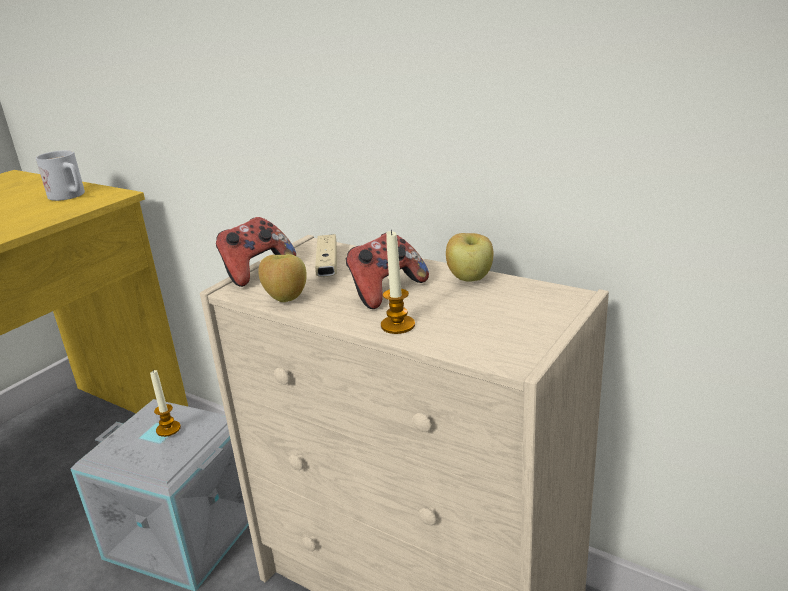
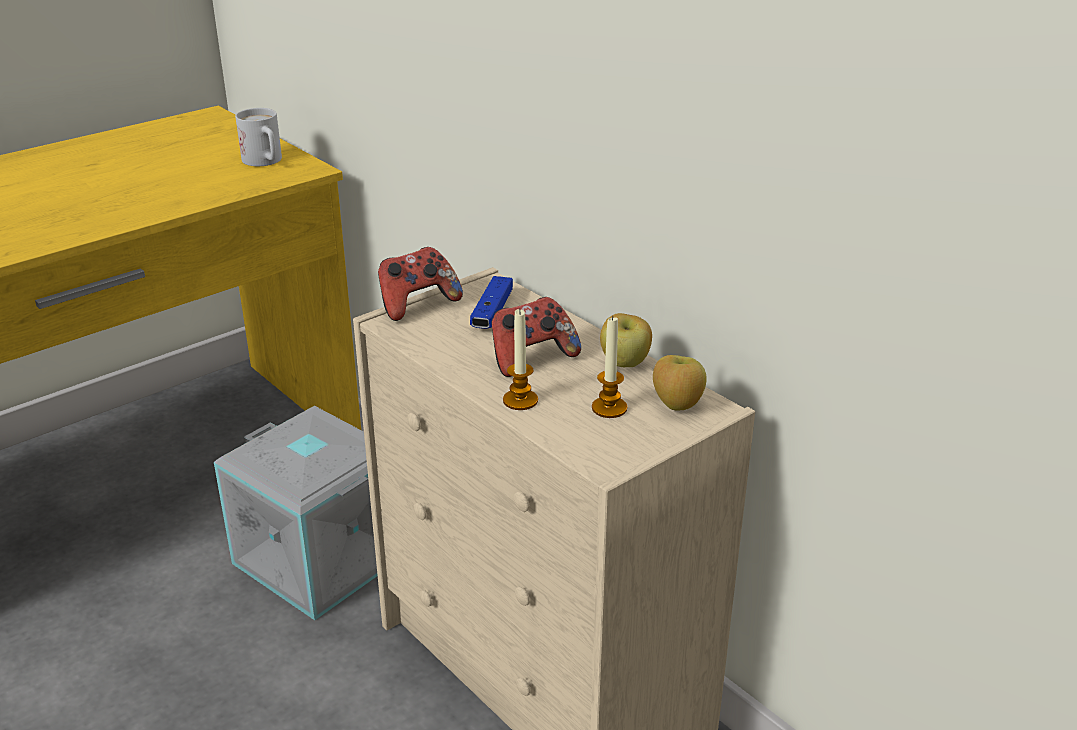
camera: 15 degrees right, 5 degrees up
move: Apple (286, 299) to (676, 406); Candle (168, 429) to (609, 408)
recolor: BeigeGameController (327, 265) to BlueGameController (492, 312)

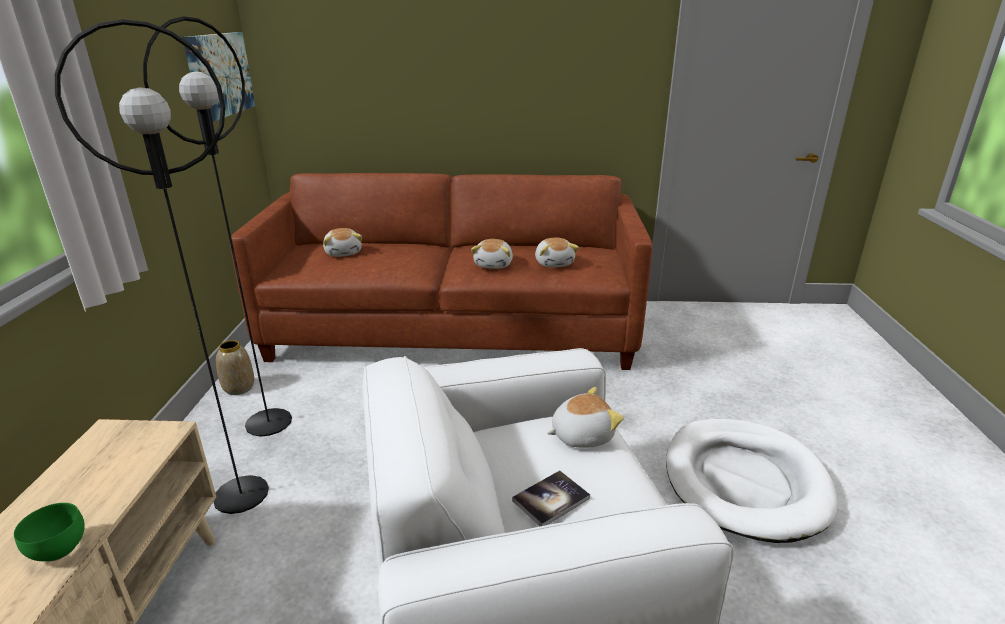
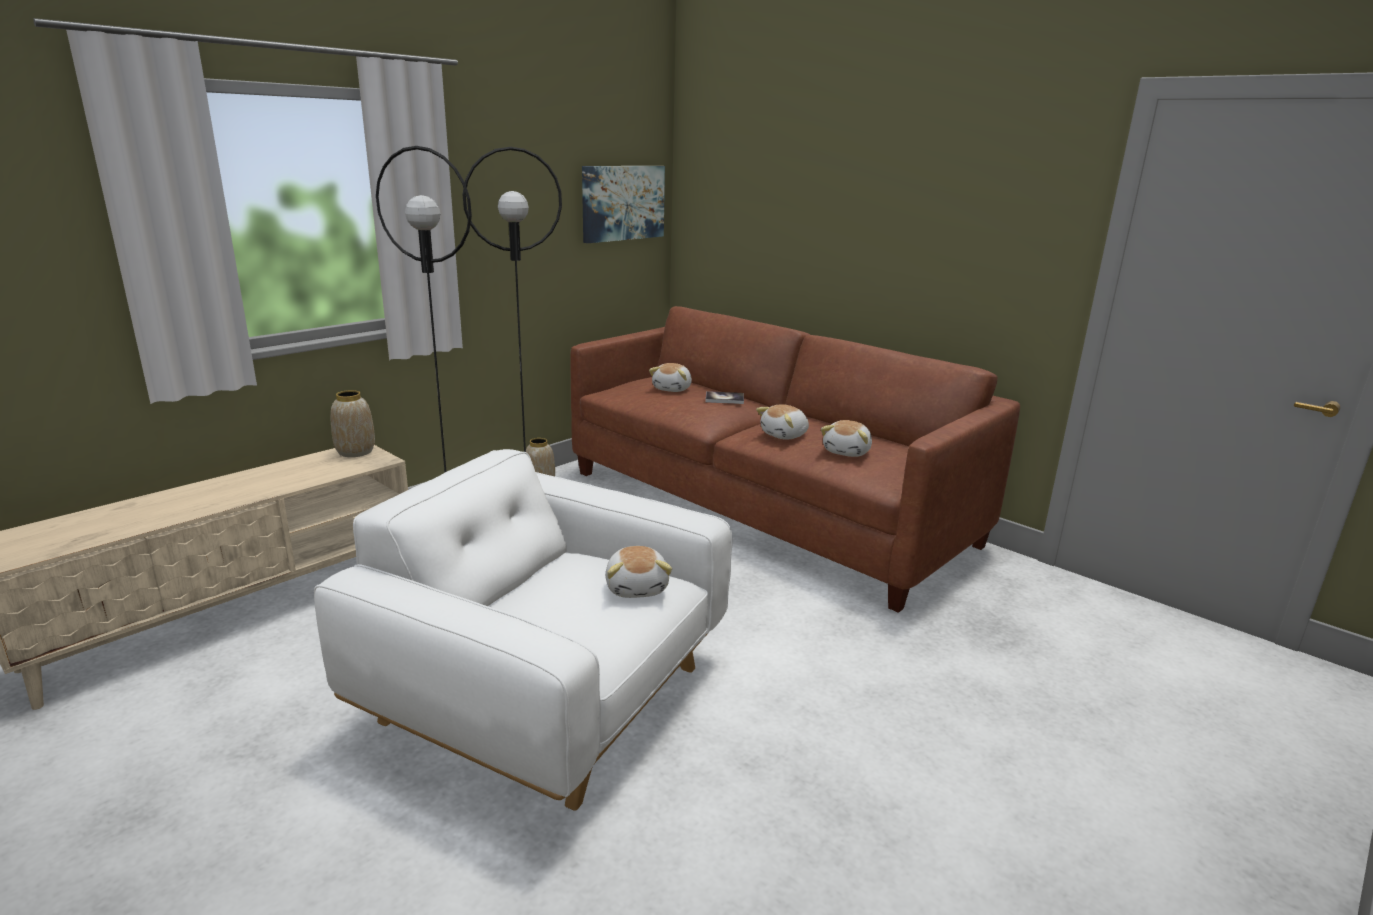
camera: 40 degrees right, 5 degrees down
delete: WhiteDogBed (744, 482); GreenBowl (60, 550)
insert: Vase (355, 451)
move: Book (551, 499) to (724, 399)
rotate: PlushToy (581, 435) = (637, 587) 60 degrees clockwise

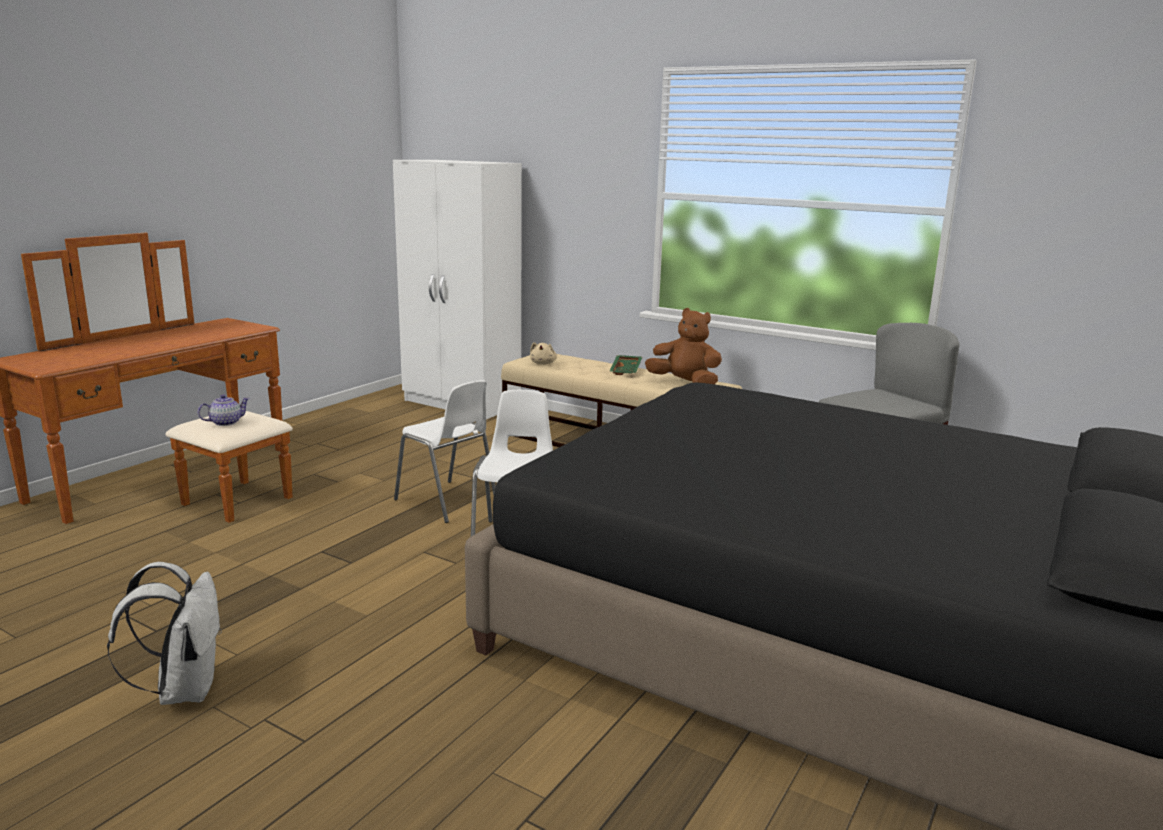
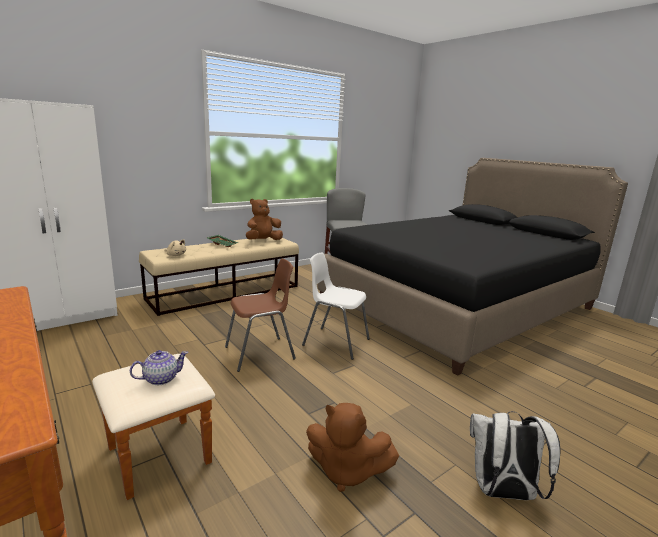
camera: 70 degrees left, 0 degrees up
insert: BrownPlushToy (346, 471)
recolor: WhiteChair (447, 502) to BrownChair (260, 353)
rotate: Teapot (225, 423) = (160, 379) 75 degrees clockwise

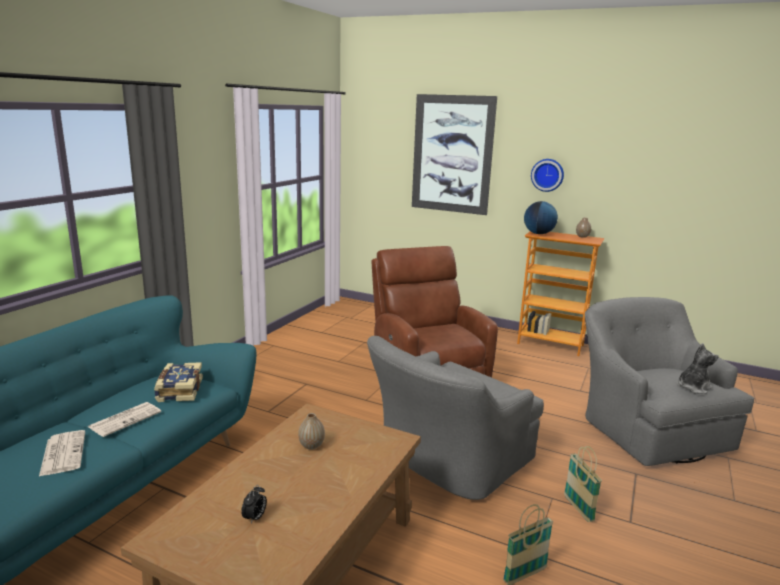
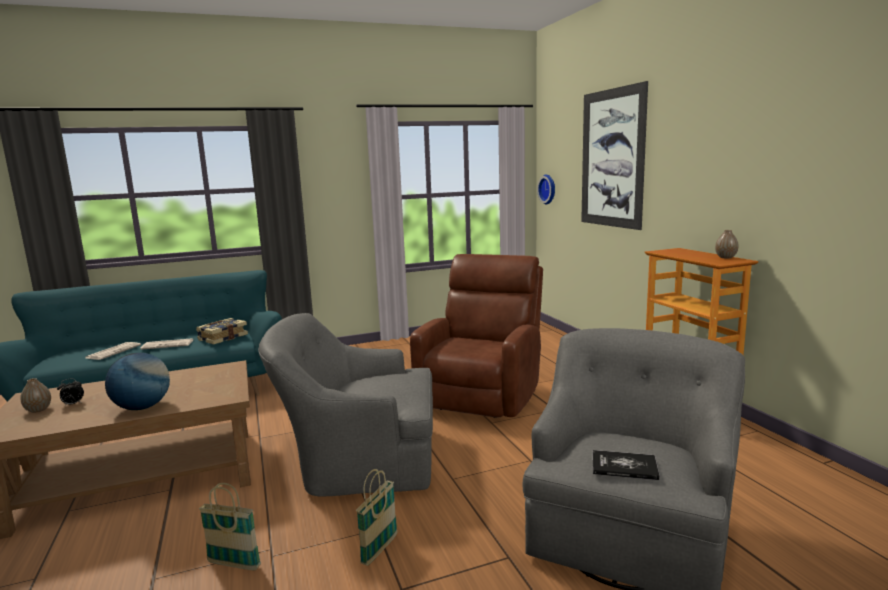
camera: 45 degrees right, 5 degrees down
move: WallClock (547, 175) to (548, 189); Globe (538, 234) to (142, 407); Vase (311, 445) to (38, 410)
replace: PlushToy (692, 387) to Book (624, 466)

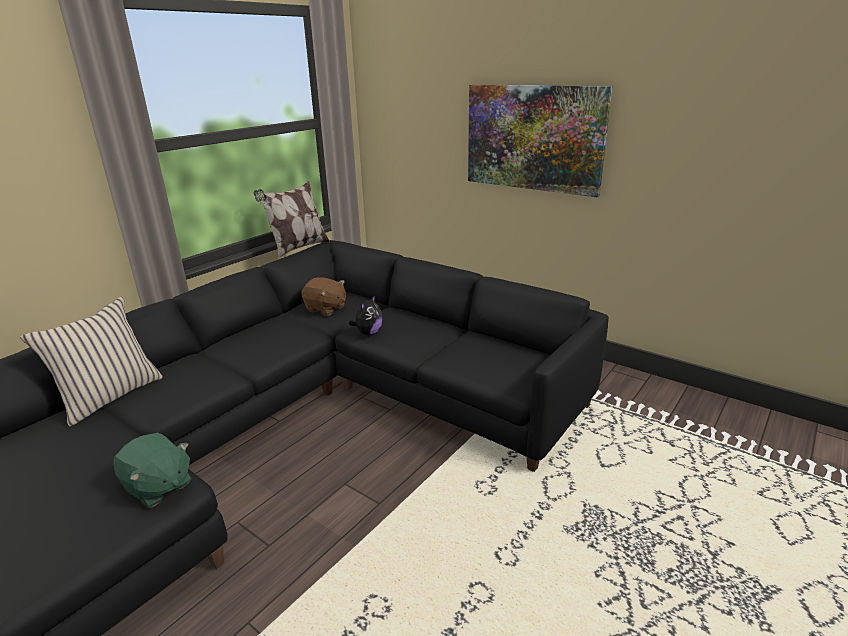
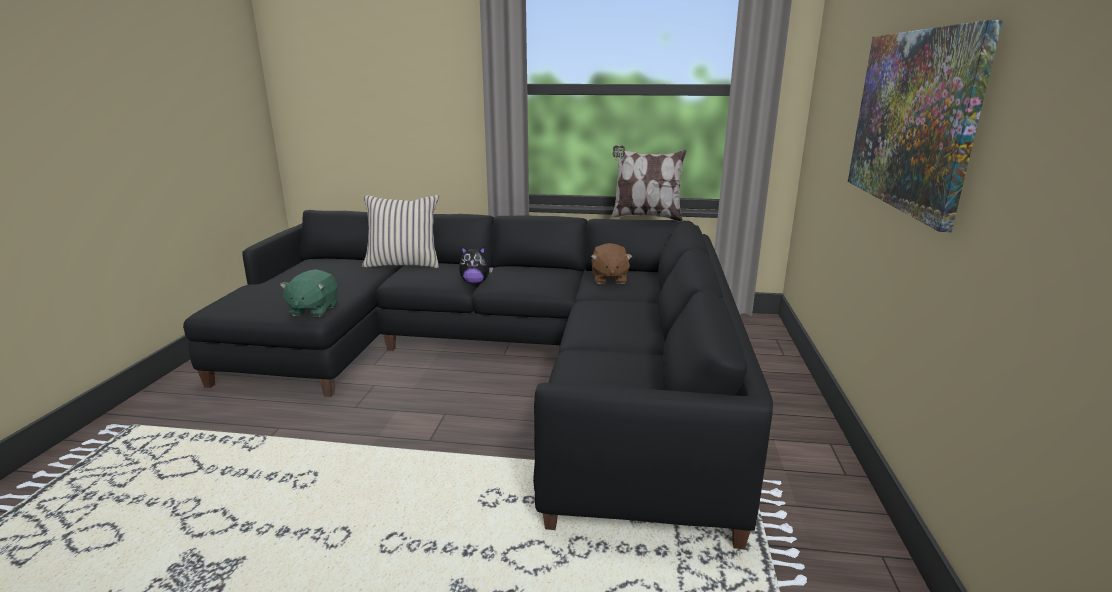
camera: 60 degrees right, 5 degrees down
move: PlushToy (368, 333) to (475, 282)

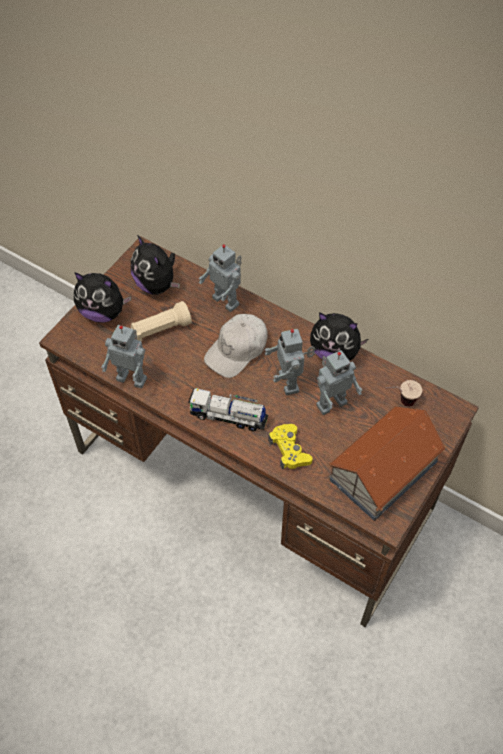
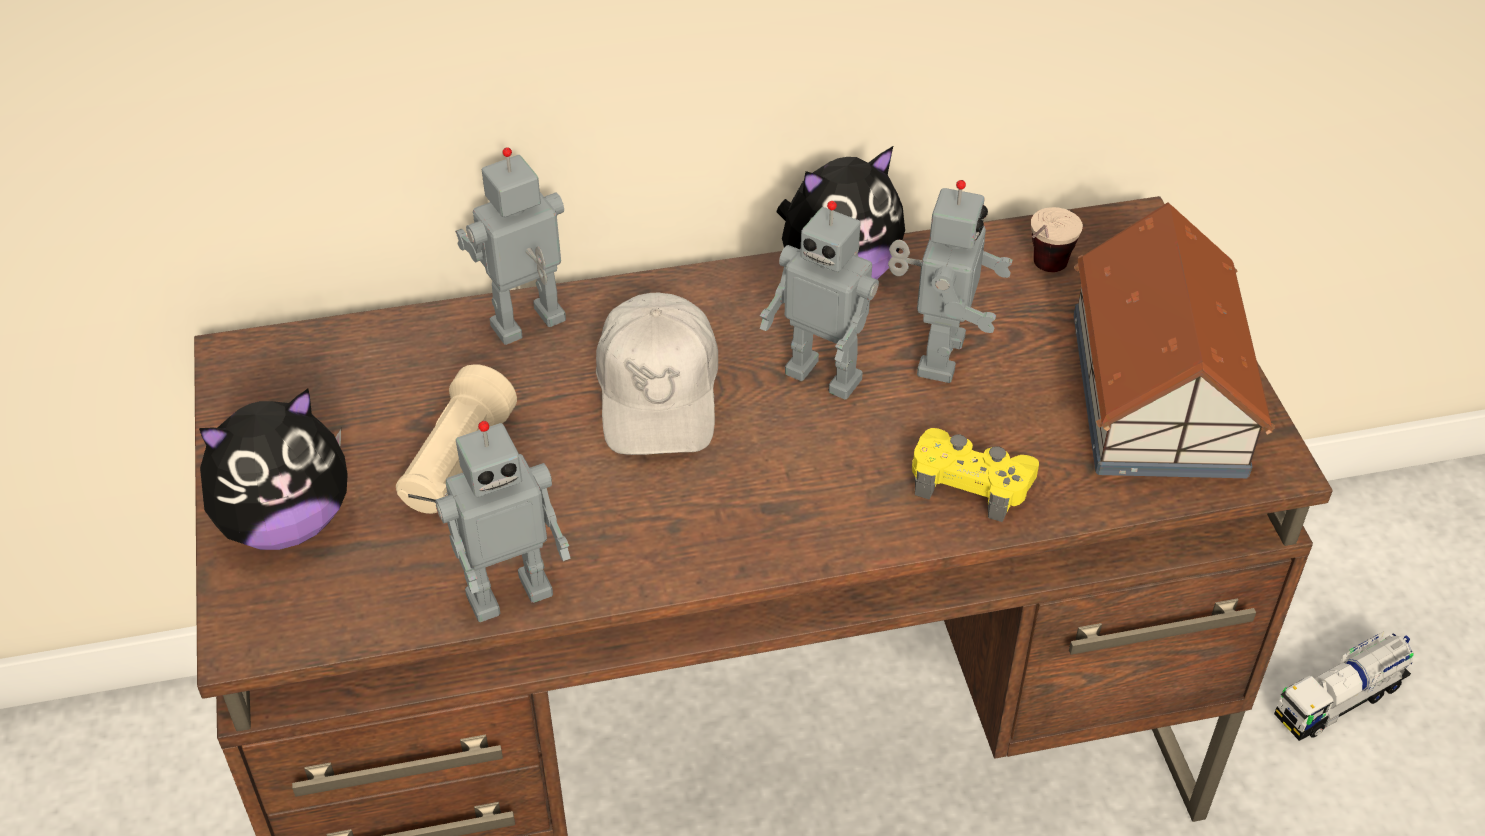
camera: 45 degrees left, 10 degrees down
delete: PlushToy (157, 285)
move: ToyTruck (228, 416) to (1339, 700)
rotate: ToyRobot (227, 300) = (530, 326) 150 degrees clockwise

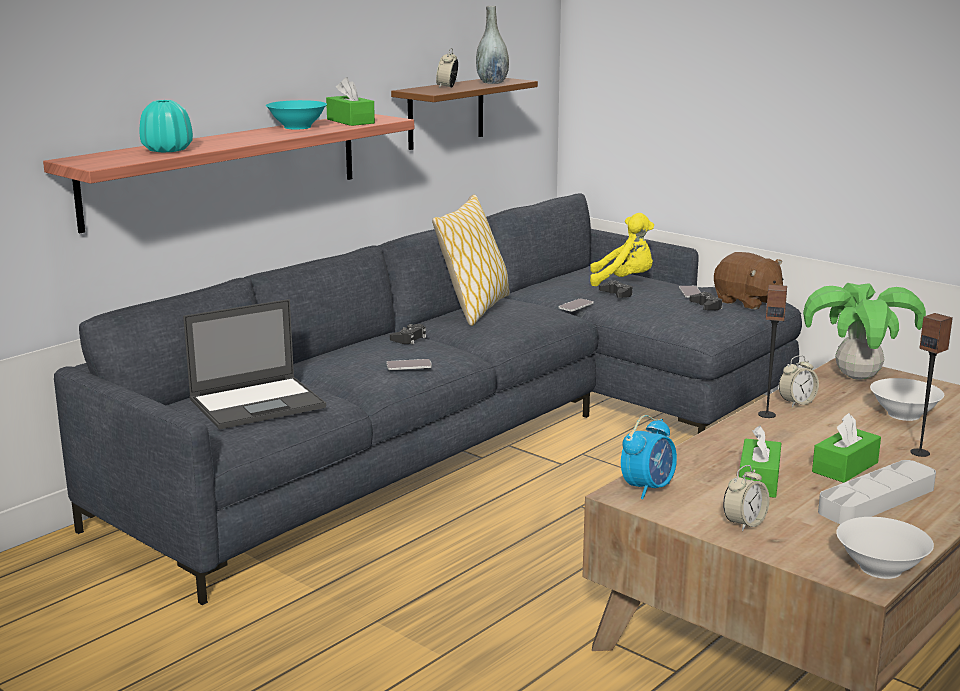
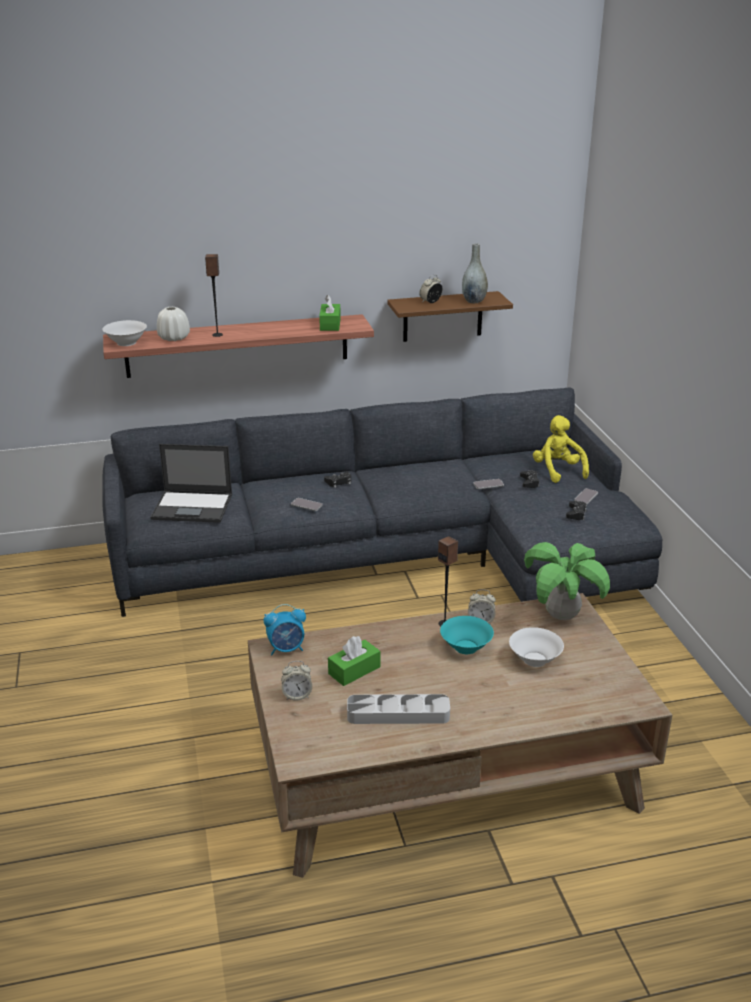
camera: 35 degrees right, 10 degrees up
delete: Pillow (474, 309); BrownPlushToy (747, 302); GreenTissueBox (845, 467)
move: TurquoiseBowl (298, 127) to (466, 647); Speaker (920, 453) to (217, 335); WhiteBowl (880, 568) to (127, 342)
recolor: TurquoiseVase (167, 150) to WhiteVase (174, 338)
rotate: YellowPlushToy (624, 281) = (558, 471) 150 degrees counterclockwise

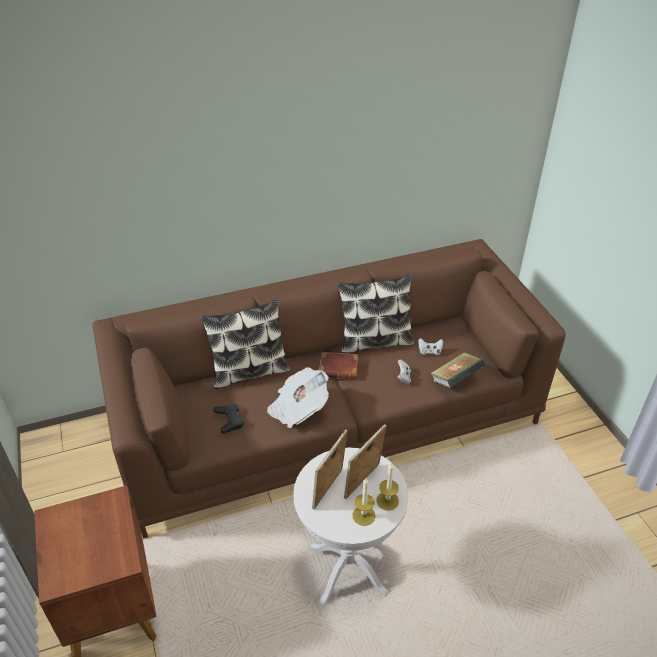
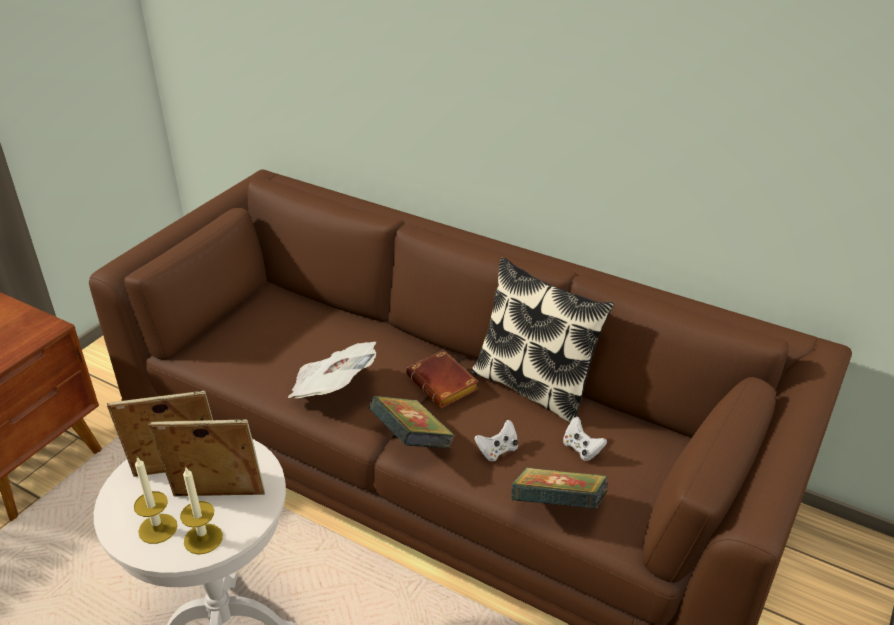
camera: 50 degrees right, 5 degrees down
delete: Pillow (249, 371); BlackGameController (229, 420)
insert: Book (411, 441)

